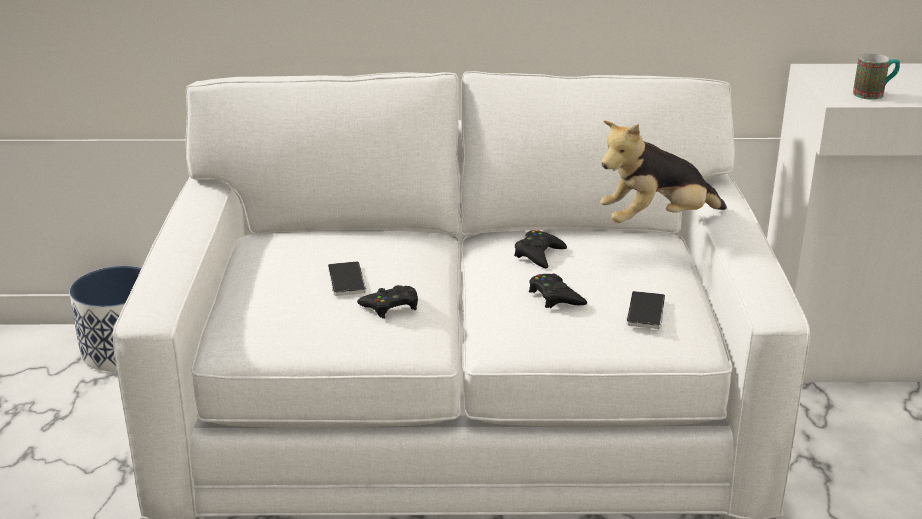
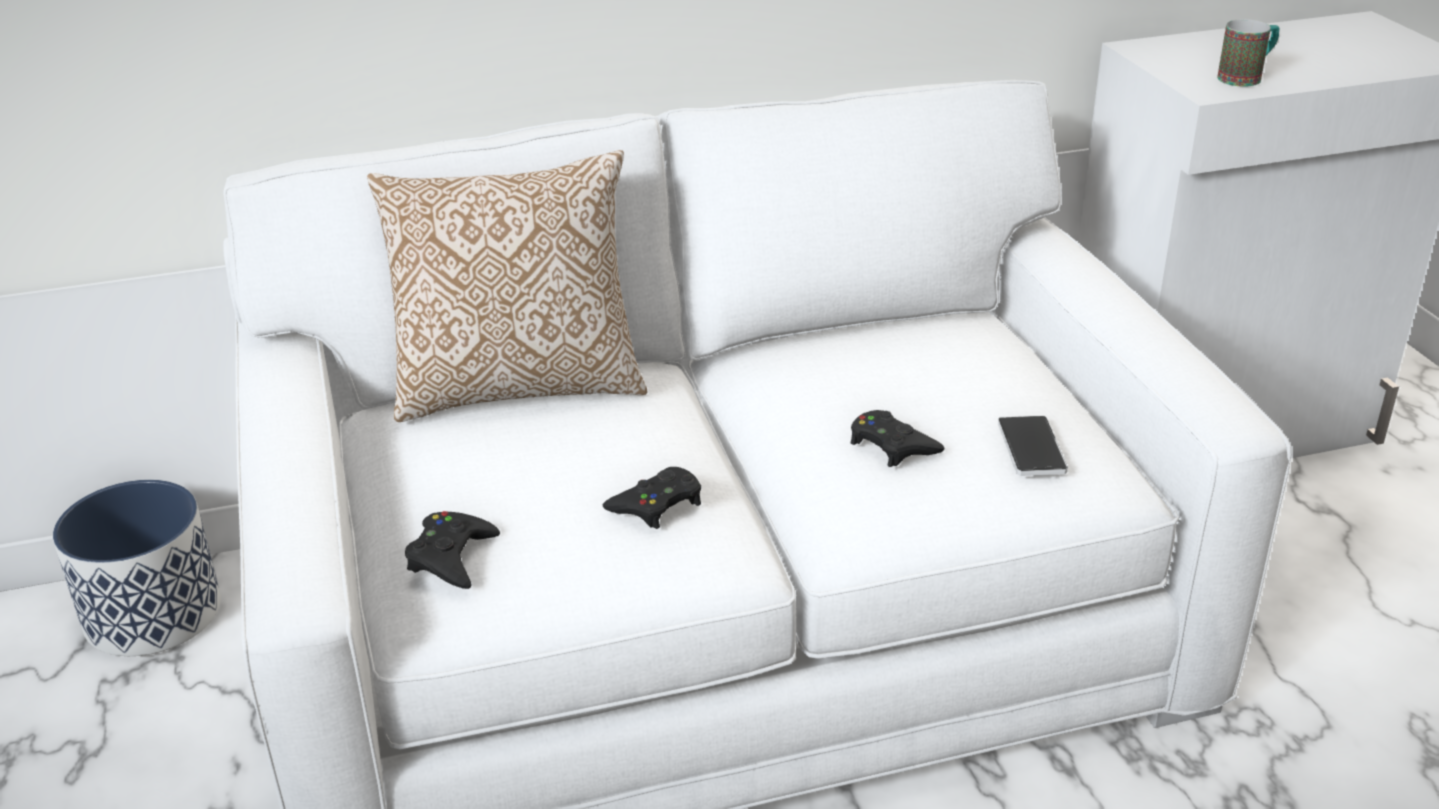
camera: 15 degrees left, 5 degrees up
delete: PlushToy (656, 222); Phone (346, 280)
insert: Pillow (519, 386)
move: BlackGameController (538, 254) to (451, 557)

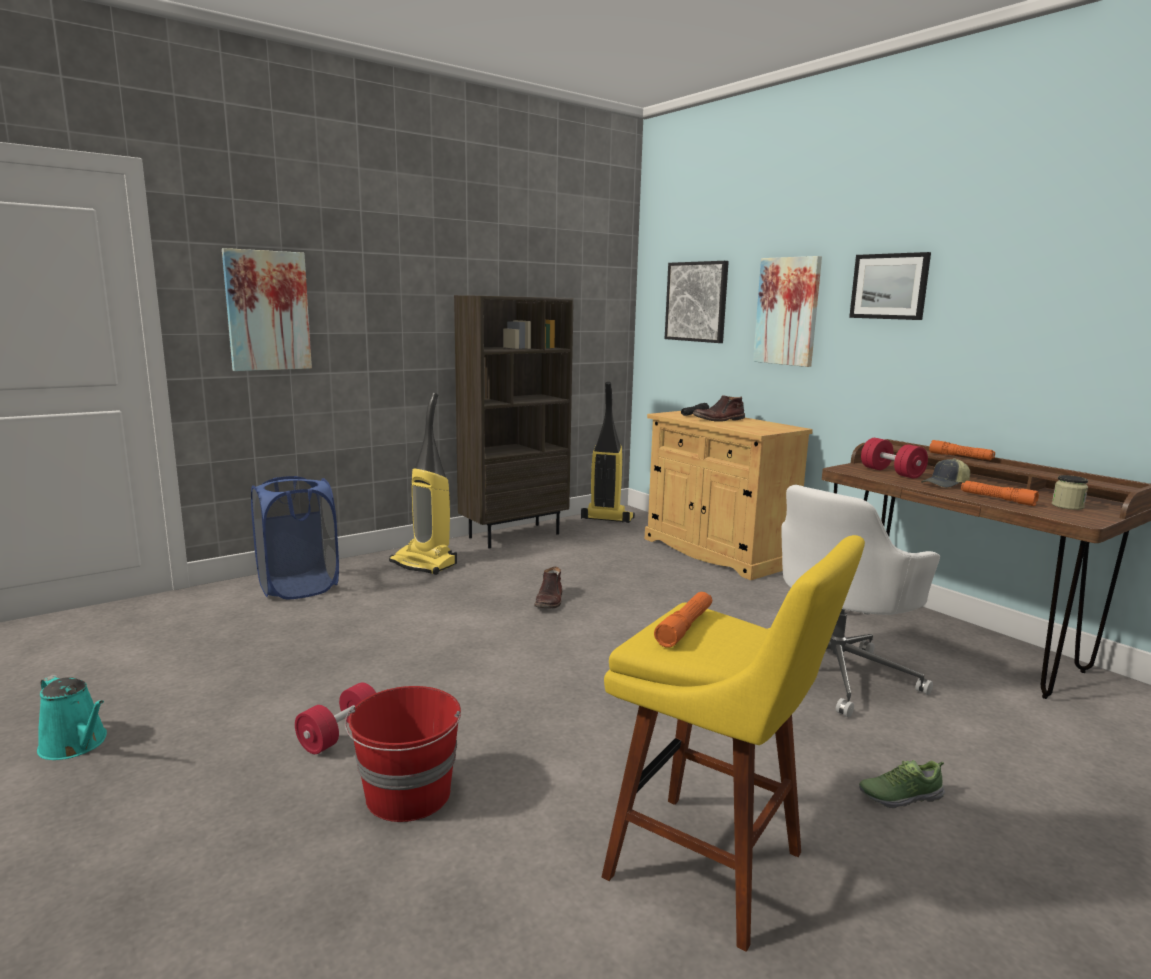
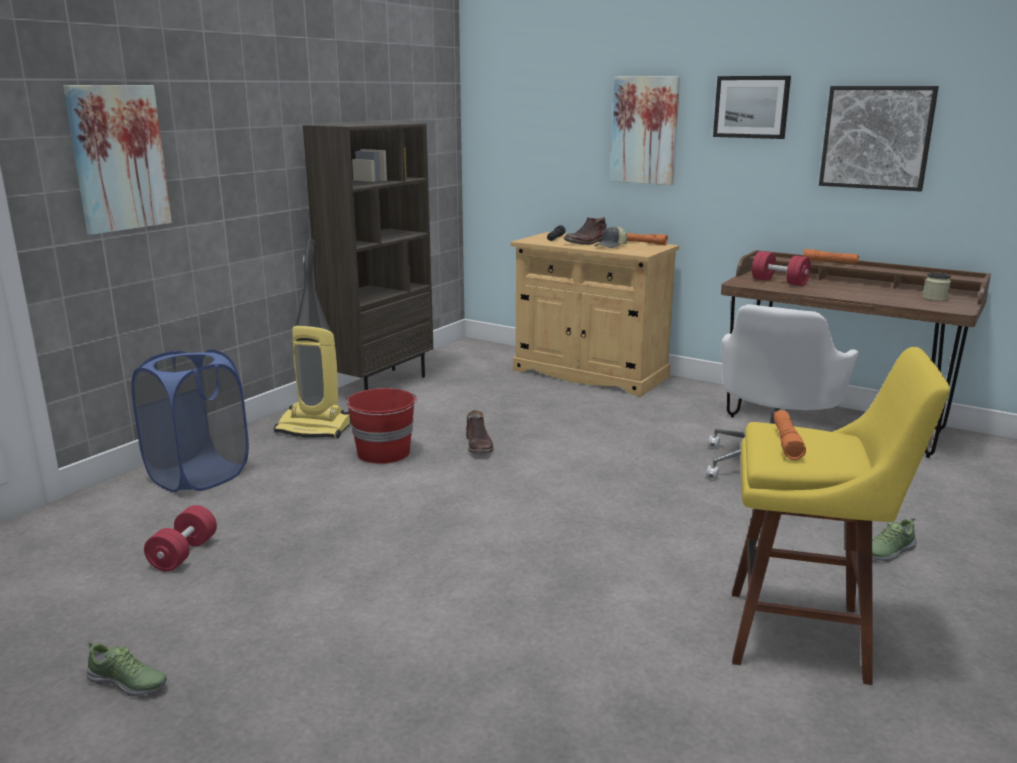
camera: 20 degrees left, 5 degrees up
delete: VacuumCleaner (606, 519)
move: Picture (696, 301) to (876, 137); Cap (946, 485) to (611, 246); OrangeFlashlight (997, 499) to (643, 243); RedDumbbell (340, 735) to (184, 554); RedBucket (408, 795) to (384, 453)
replace: TurquoiseWateringCan (76, 745) to Shoe (128, 683)

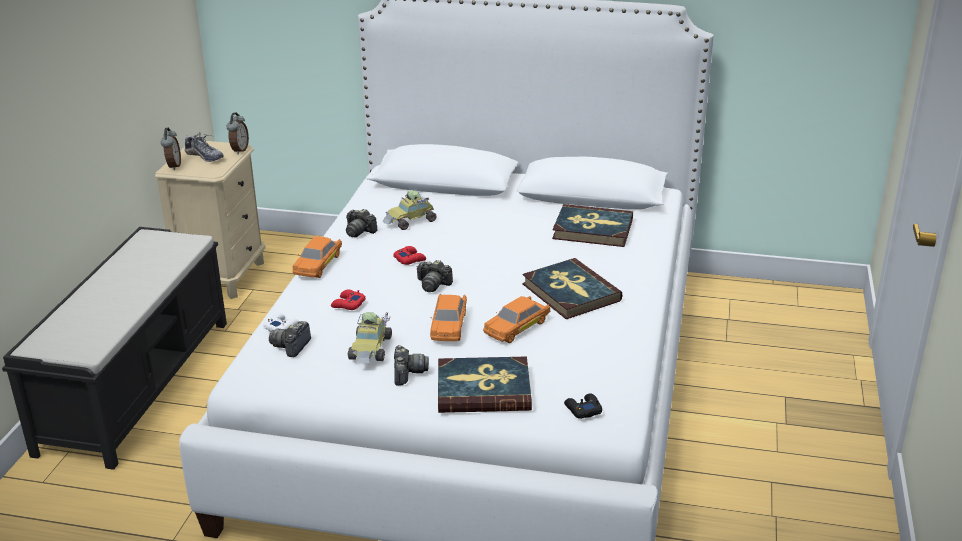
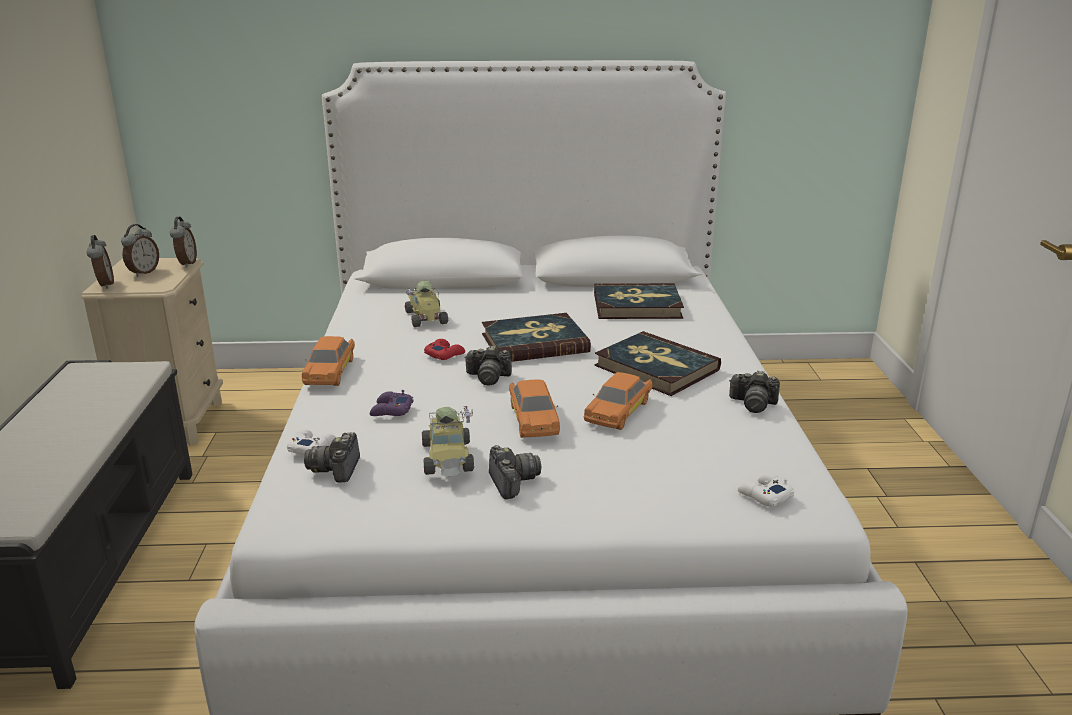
camera: 15 degrees left, 5 degrees down
move: PhotoCamera (359, 231) to (753, 404); Book (483, 389) to (534, 343)
replace: Shoe (204, 156) to AlarmClock (143, 272)
recolor: RedGameController (348, 304) to PurpleGameController (391, 410); BlackGameController (583, 409) to WhiteGameController (764, 495)
rotate: ToyCar (411, 221) = (425, 317) 120 degrees clockwise

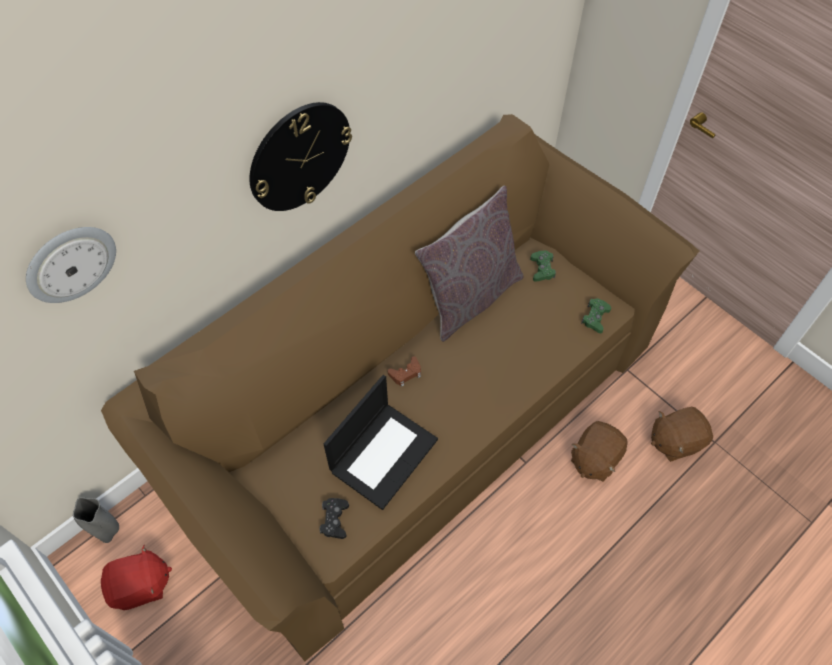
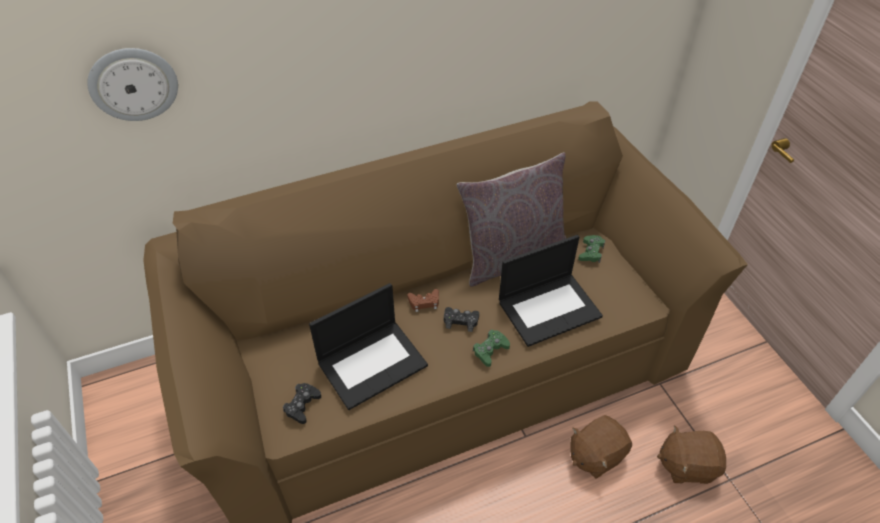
camera: 20 degrees right, 10 degrees down
delete: WallClock (299, 157); GreyVase (108, 532); RedPlushToy (141, 586)
insert: Laptop (549, 308); BlackGameController (461, 321)
move: GreenGameController (595, 318) to (490, 350)

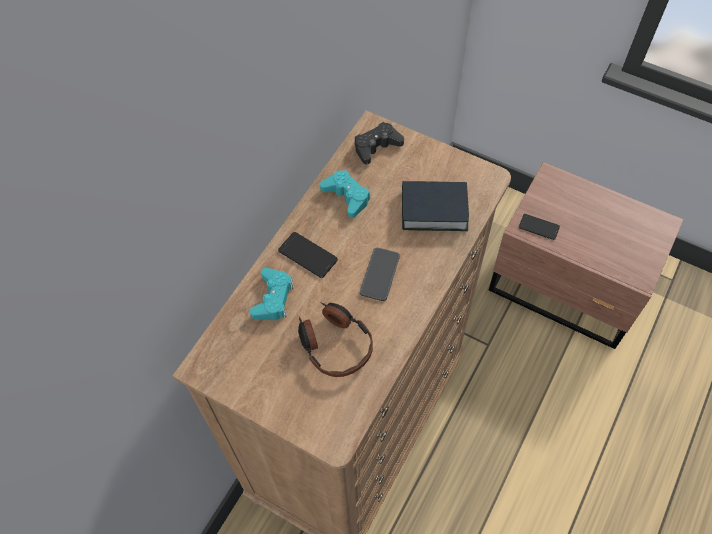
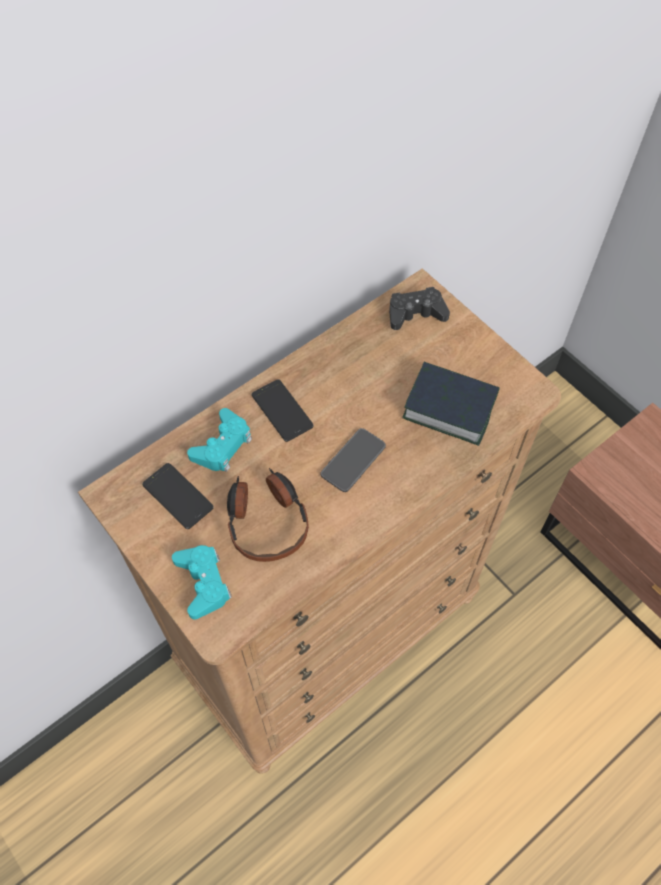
camera: 20 degrees right, 0 degrees up
move: TurquoiseGameController (347, 196) to (203, 583); Phone (539, 227) to (178, 496)

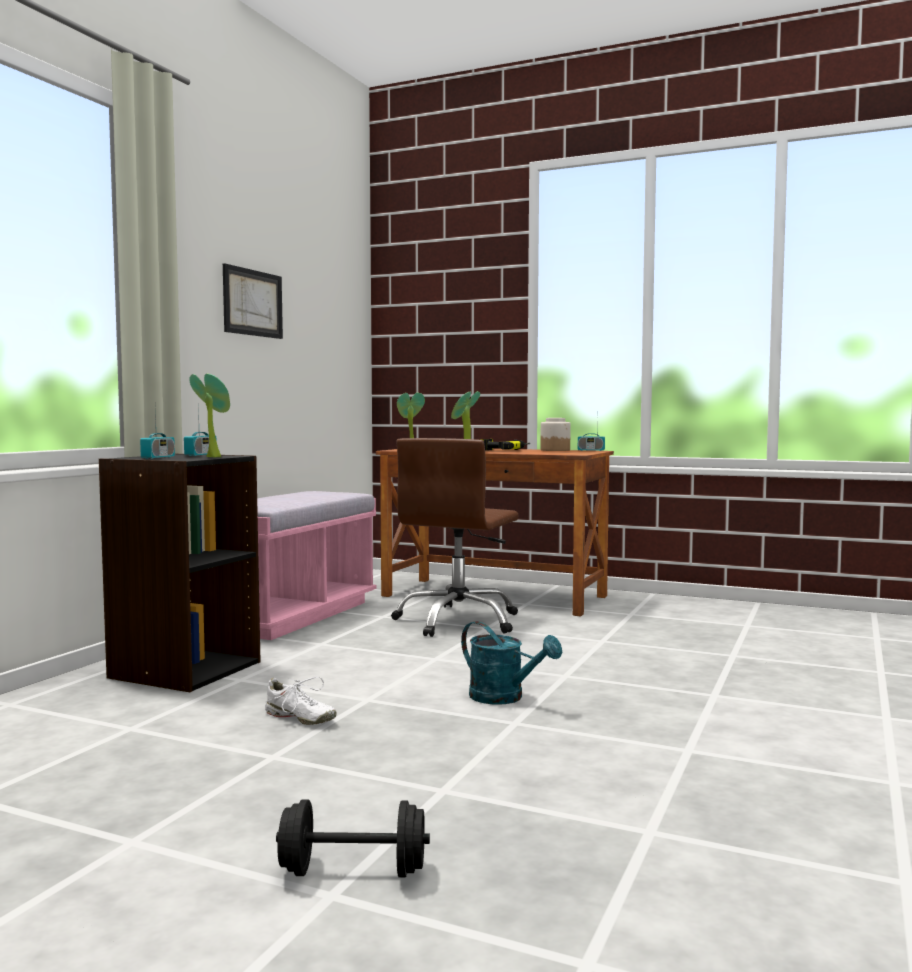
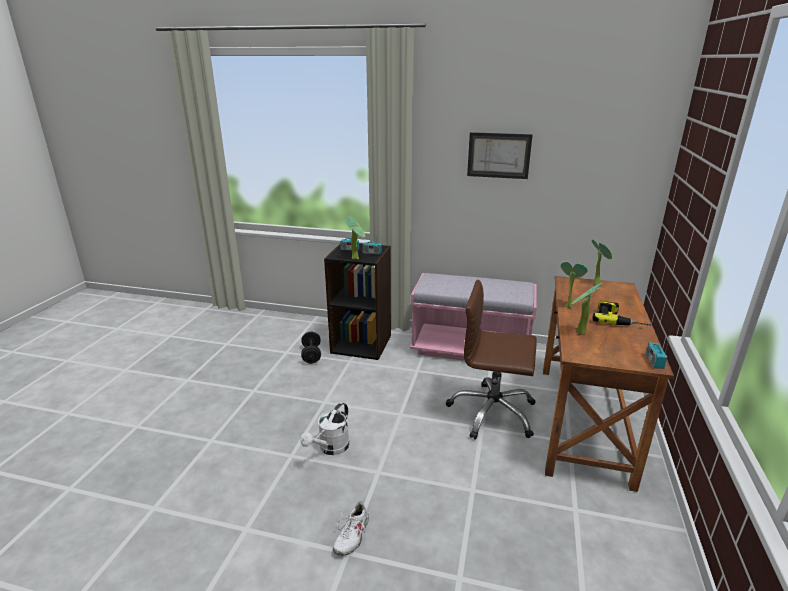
camera: 80 degrees right, 20 degrees up
delete: Jar (555, 450)
insert: PottedPlant (578, 333)
move: WhiteShoe (299, 718) to (351, 535); BlackDumbbell (353, 871) to (311, 355)
recolor: TurquoiseWateringCan (504, 698) to WhiteWateringCan (331, 448)

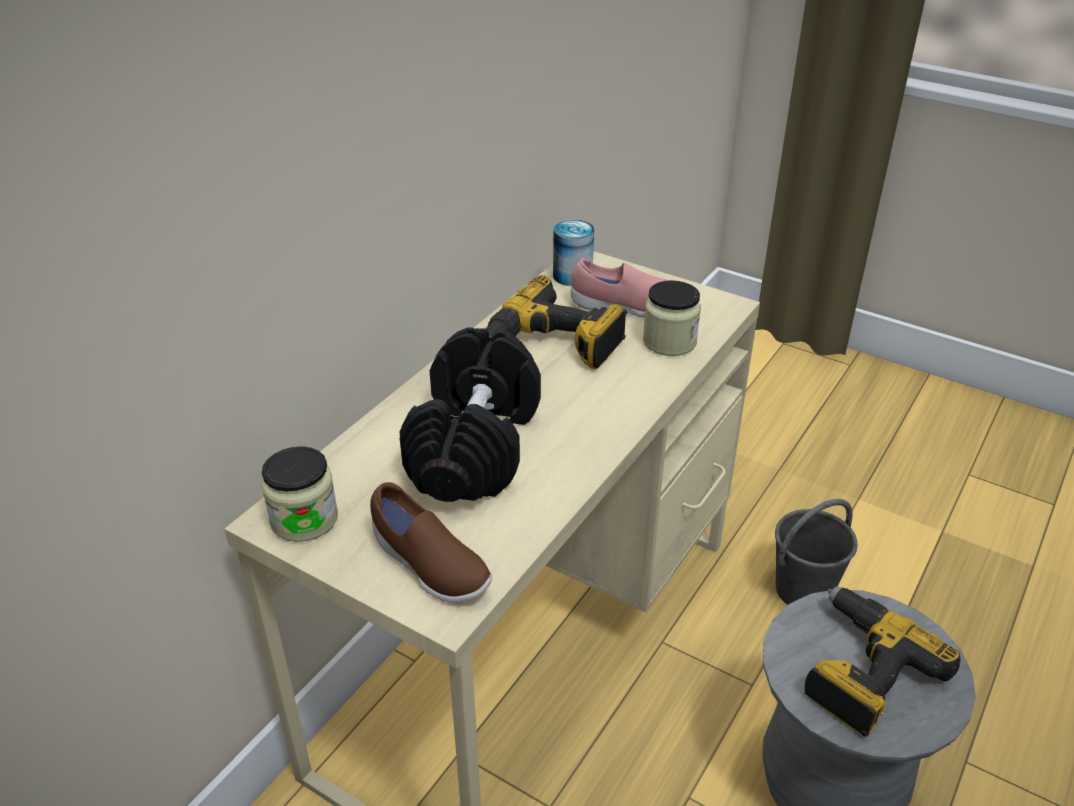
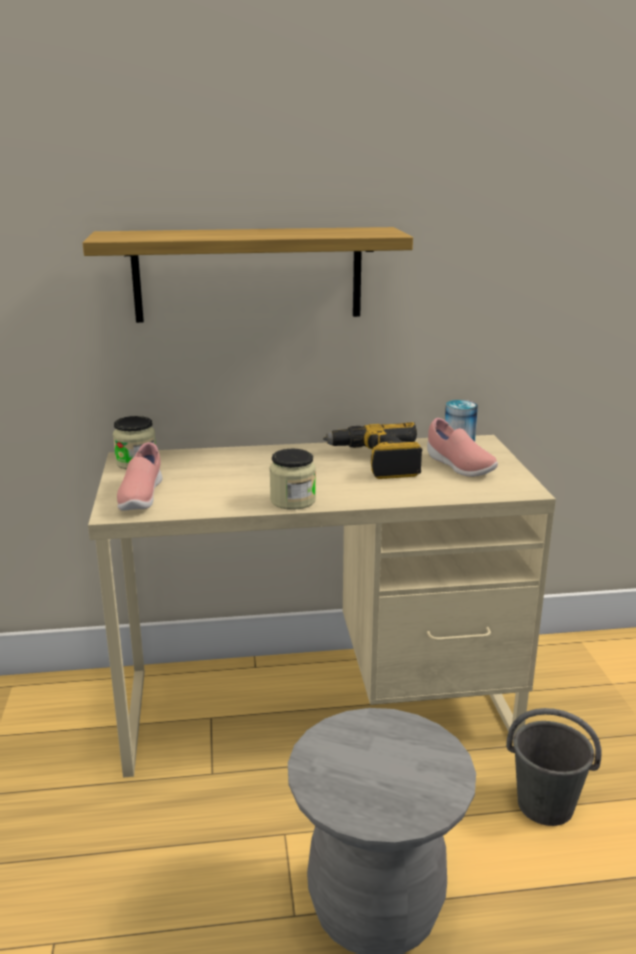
camera: 50 degrees right, 15 degrees down
delete: BlackDumbbell (475, 446); PowerDrill (860, 671)
insert: Shelf (248, 274)
move: Jar (669, 341) to (293, 500)
recolor: BrownShoe (428, 566) to PinkShoe (140, 498)

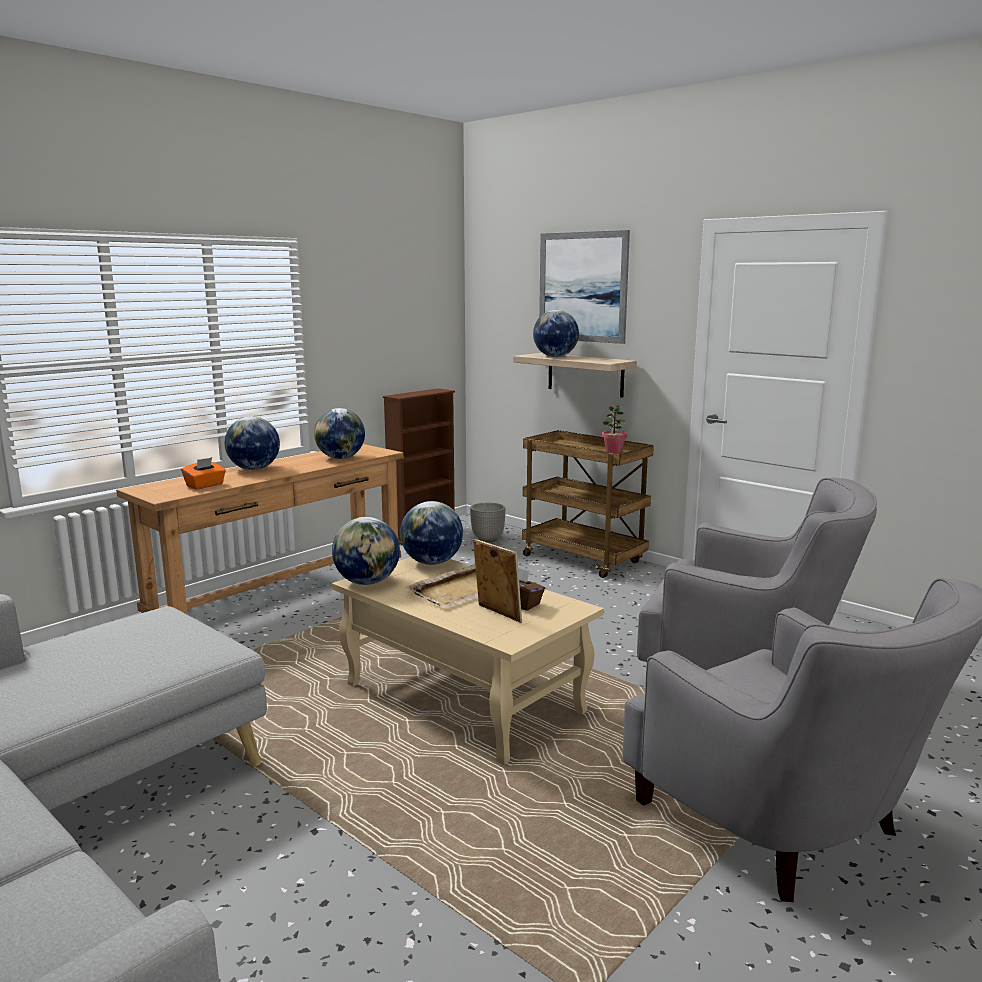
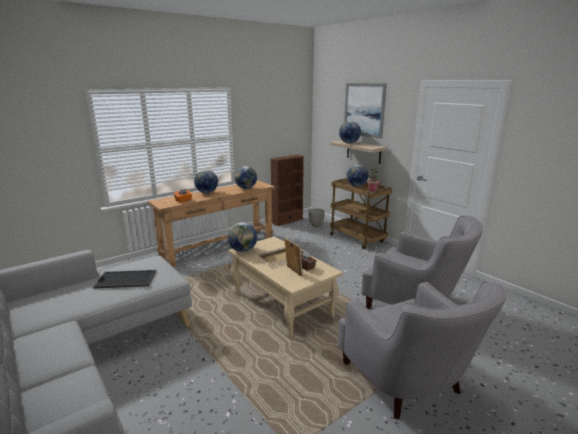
camera: 10 degrees right, 5 degrees up
insert: Tray (125, 280)
move: Globe (431, 562) to (356, 186)

